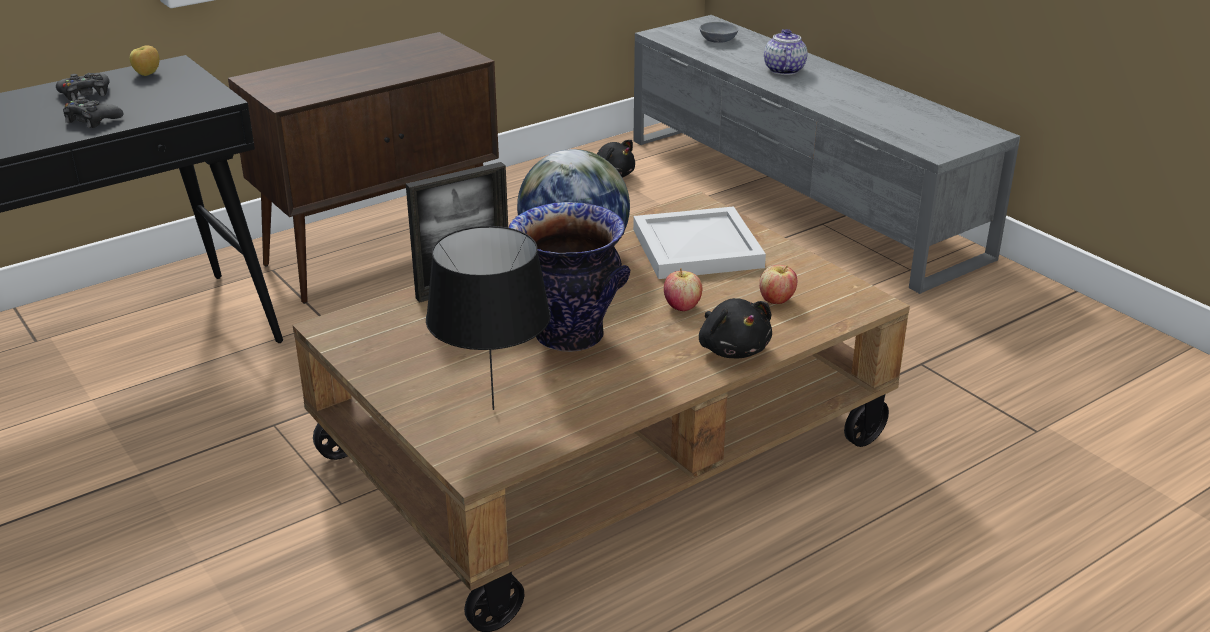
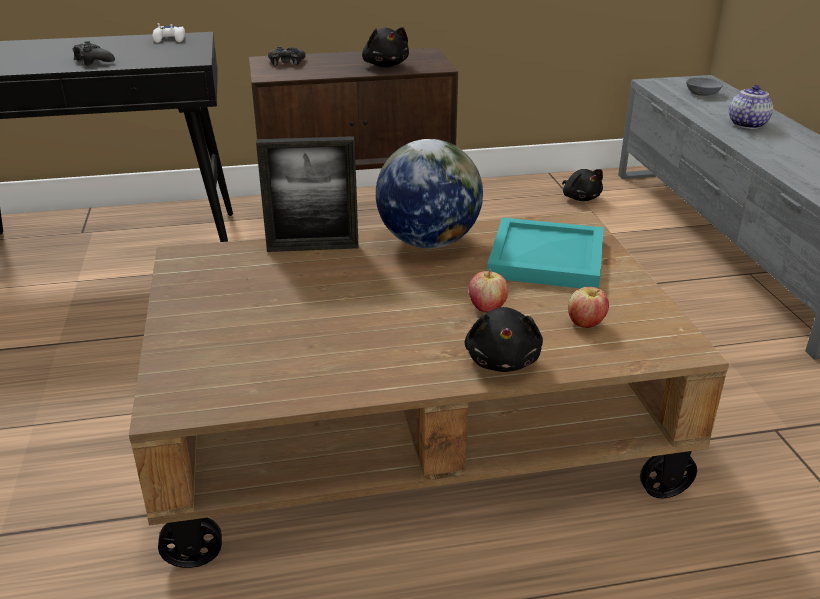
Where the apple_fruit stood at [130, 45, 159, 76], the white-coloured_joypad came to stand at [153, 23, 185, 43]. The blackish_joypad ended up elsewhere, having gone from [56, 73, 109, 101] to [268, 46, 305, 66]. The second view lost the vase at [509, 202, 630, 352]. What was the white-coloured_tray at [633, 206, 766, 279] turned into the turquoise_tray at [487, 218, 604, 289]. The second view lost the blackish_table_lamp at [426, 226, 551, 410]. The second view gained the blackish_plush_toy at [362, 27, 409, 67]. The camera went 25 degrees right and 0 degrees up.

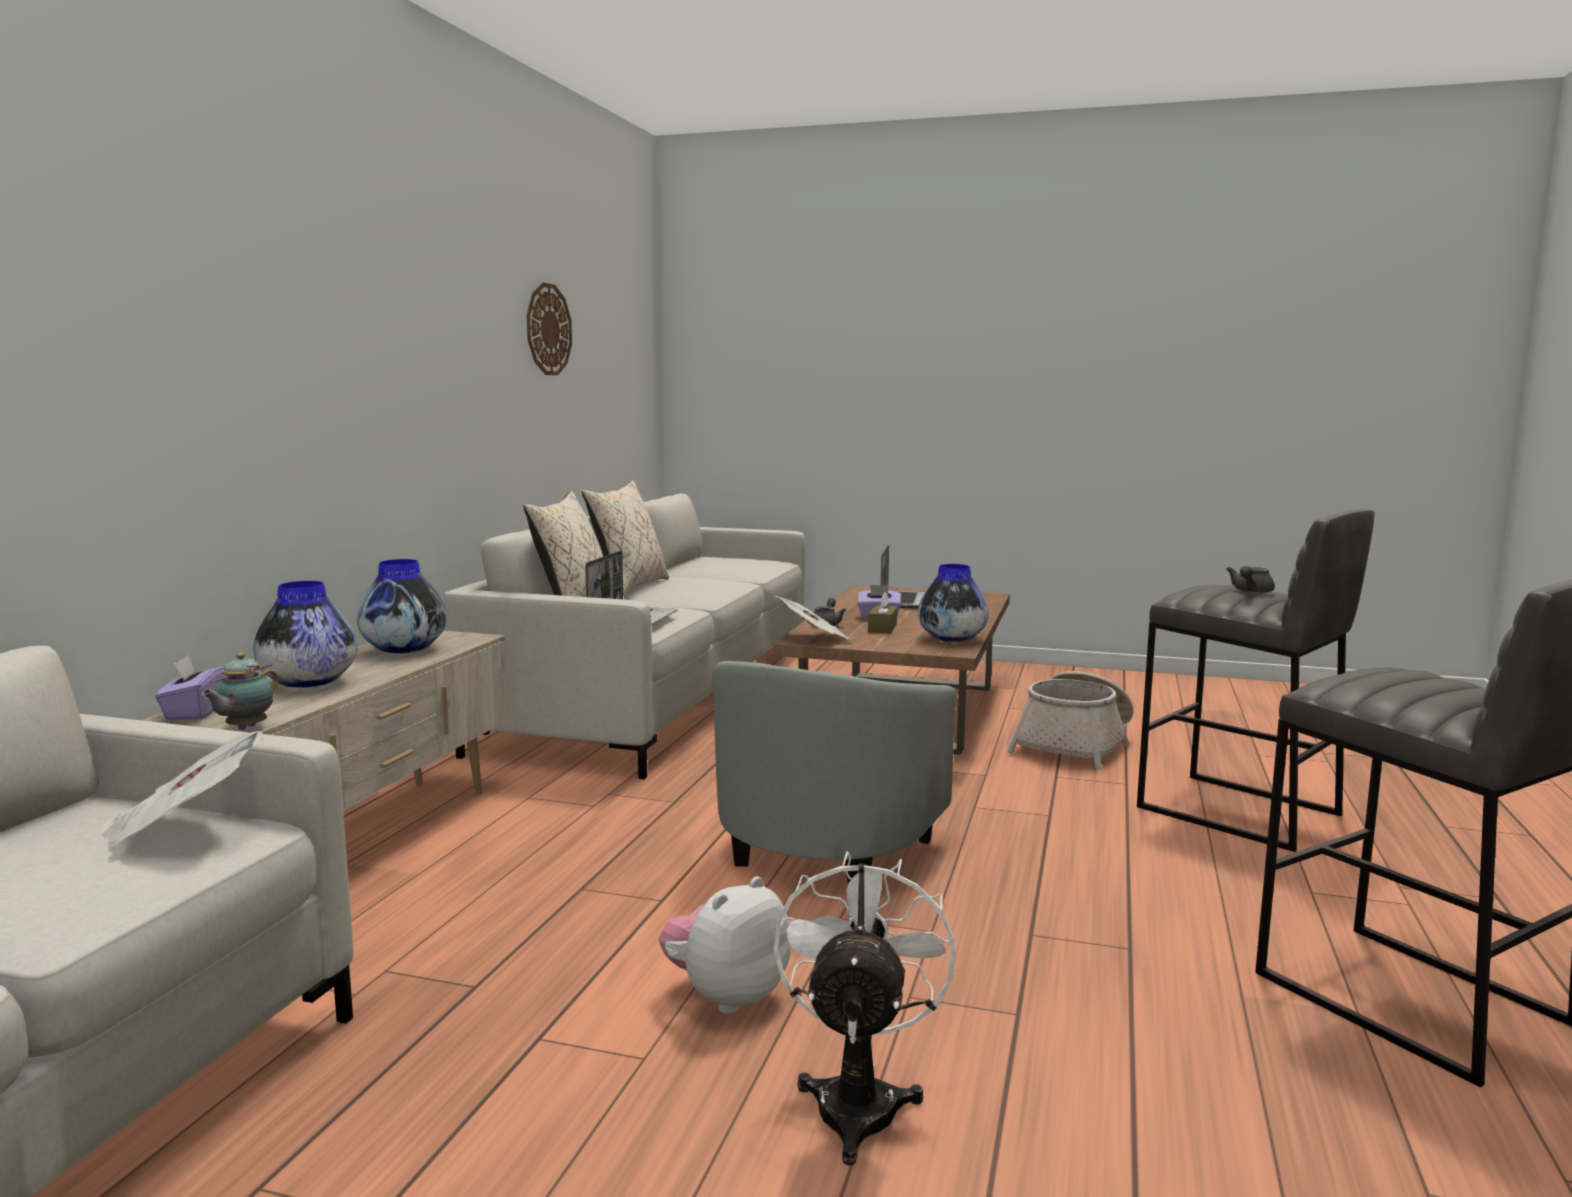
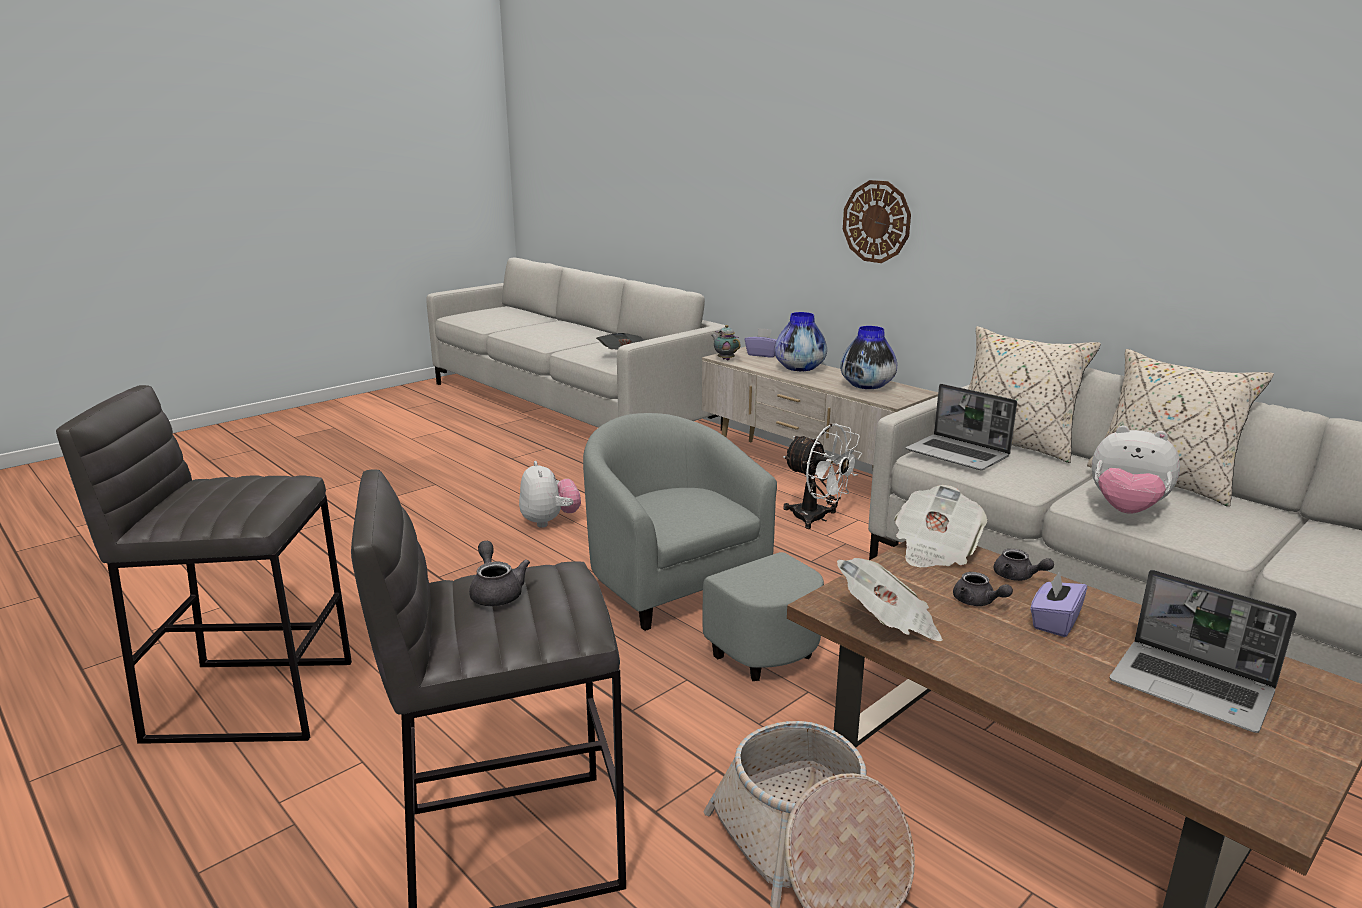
The hanging_clock ended up elsewhere, having gone from [527, 283, 572, 375] to [843, 180, 911, 263]. Where the vase stood at [918, 564, 989, 642], the newspaper came to stand at [837, 558, 943, 641]. Where the brown-coloured_tissue_holder stood at [868, 592, 897, 634], the greyish_teapot came to stand at [953, 572, 1013, 606]. The white-coloured_fan ended up elsewhere, having gone from [774, 852, 955, 1165] to [783, 424, 862, 529]. The second view gained the plush_toy at [1092, 426, 1180, 514]. The camera went 120 degrees right and 10 degrees up.

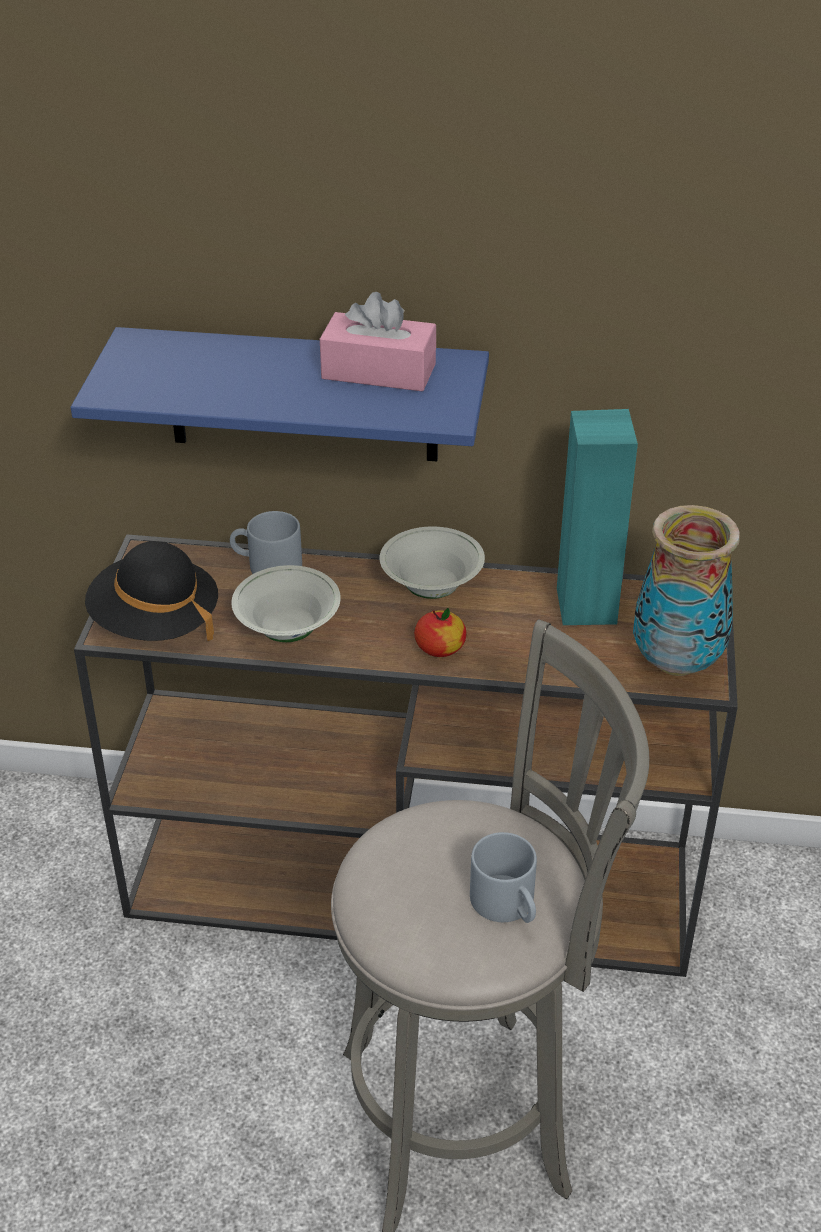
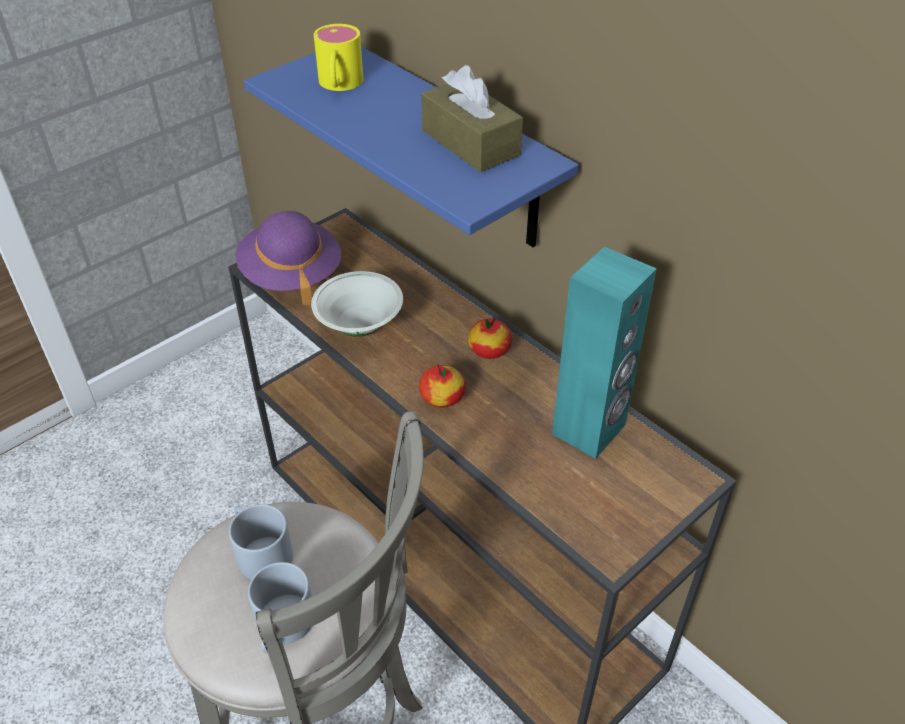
What was the pink_tissue_holder at [320, 292, 436, 392] turned into the brown-coloured_tissue_holder at [421, 65, 523, 172]. The second view lost the vase at [633, 505, 740, 676]. The greyish_tea_mug ended up elsewhere, having gone from [230, 511, 302, 574] to [229, 504, 293, 580]. Where the white-coloured_serving_bowl stood at [379, 526, 485, 599], the apple_fruit came to stand at [468, 317, 512, 359]. What was the blackish_hat at [85, 541, 218, 641] turned into the purple_hat at [236, 211, 341, 305]. The second view gained the yellow_tea_mug at [314, 24, 363, 91]. The camera went 40 degrees right and 5 degrees up.

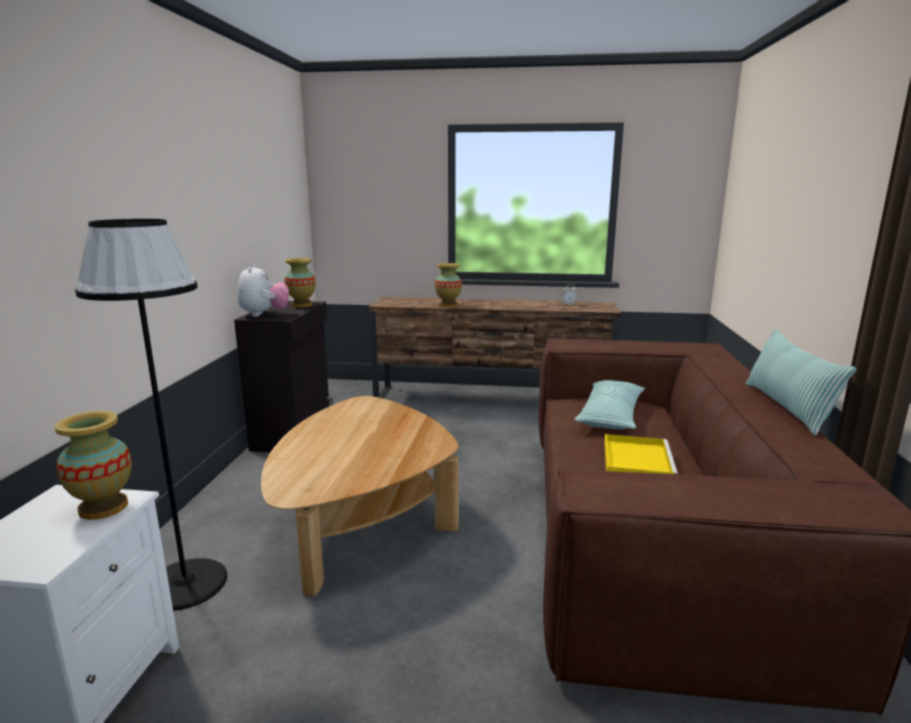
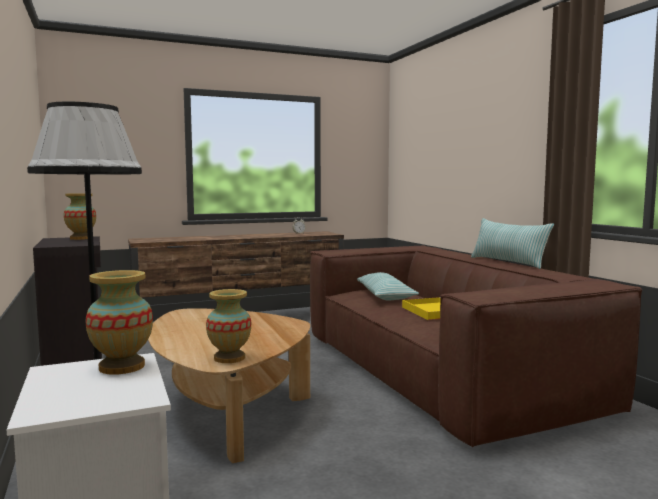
The vase ended up elsewhere, having gone from [435, 263, 462, 307] to [206, 289, 251, 363]. The second view lost the plush_toy at [238, 264, 289, 317]. The camera went 30 degrees left and 10 degrees down.

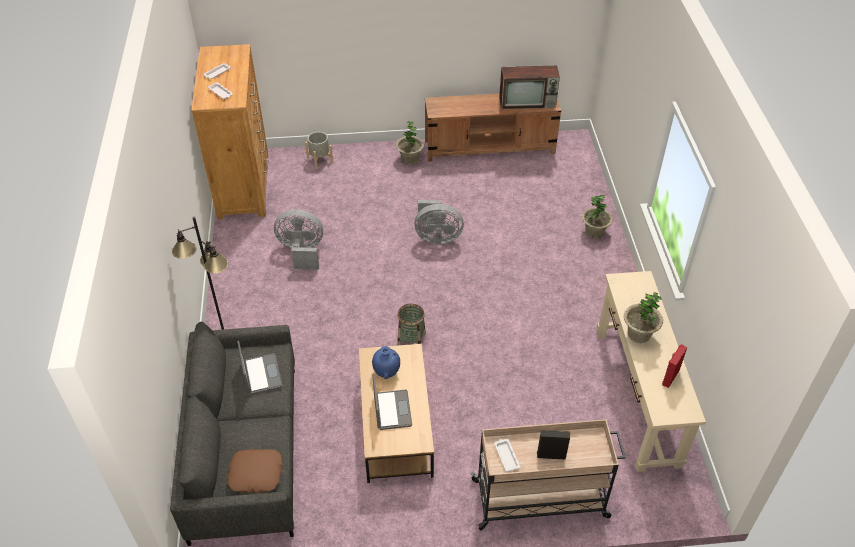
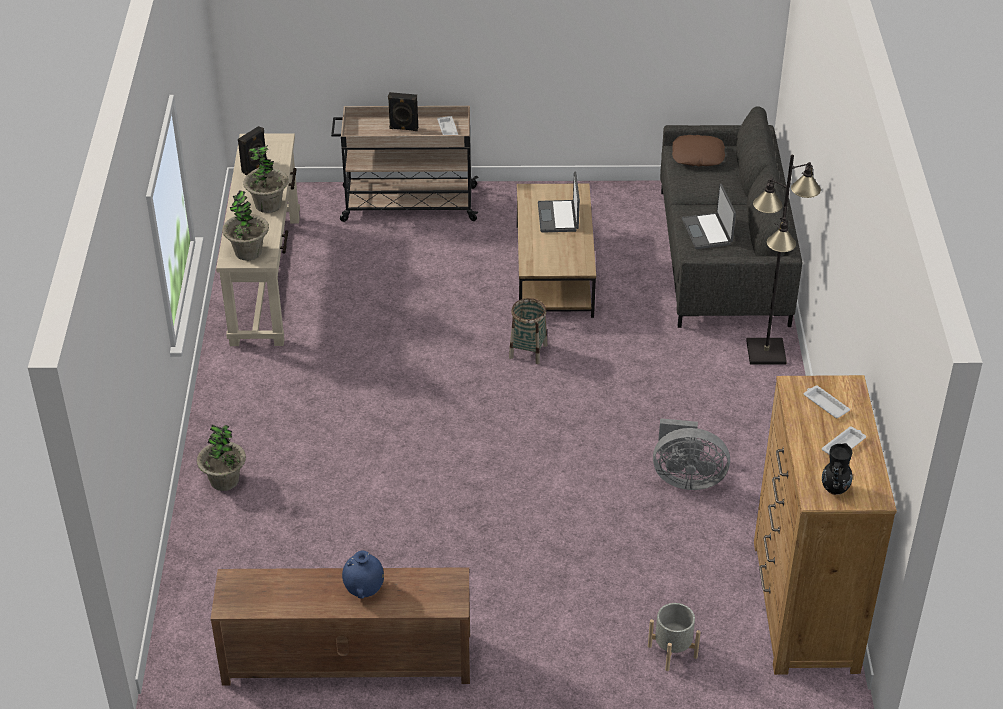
The second view lost the TV_set at [499, 66, 560, 109]. The potted_plant ended up elsewhere, having gone from [396, 121, 424, 165] to [222, 190, 269, 261]. The second view lost the greyish_fan at [414, 200, 464, 244]. What was the reddish_loudspeaker at [662, 344, 687, 388] turned into the blackish_loudspeaker at [238, 126, 266, 175]. The bluish_vase ended up elsewhere, having gone from [372, 346, 400, 379] to [342, 550, 384, 598]. The second view gained the blackish_vase at [822, 443, 853, 495]. The camera went 175 degrees left and 5 degrees down.

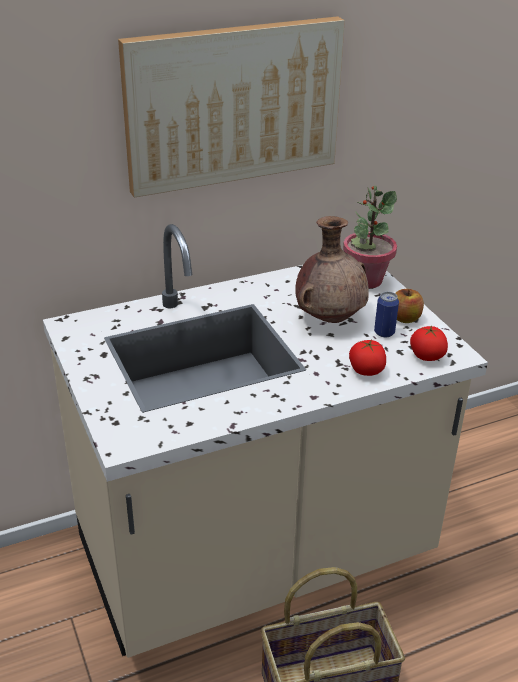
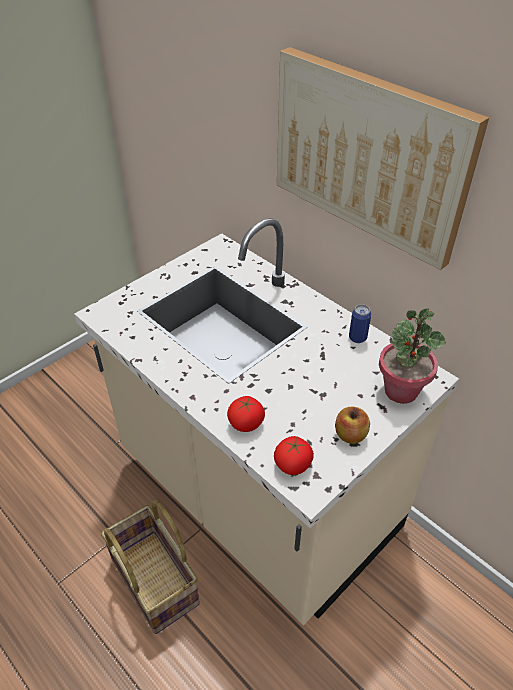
The second view lost the brown-coloured_vase at [295, 216, 369, 323]. The can ended up elsewhere, having gone from [374, 292, 399, 337] to [349, 304, 371, 343]. The camera went 70 degrees right and 10 degrees up.

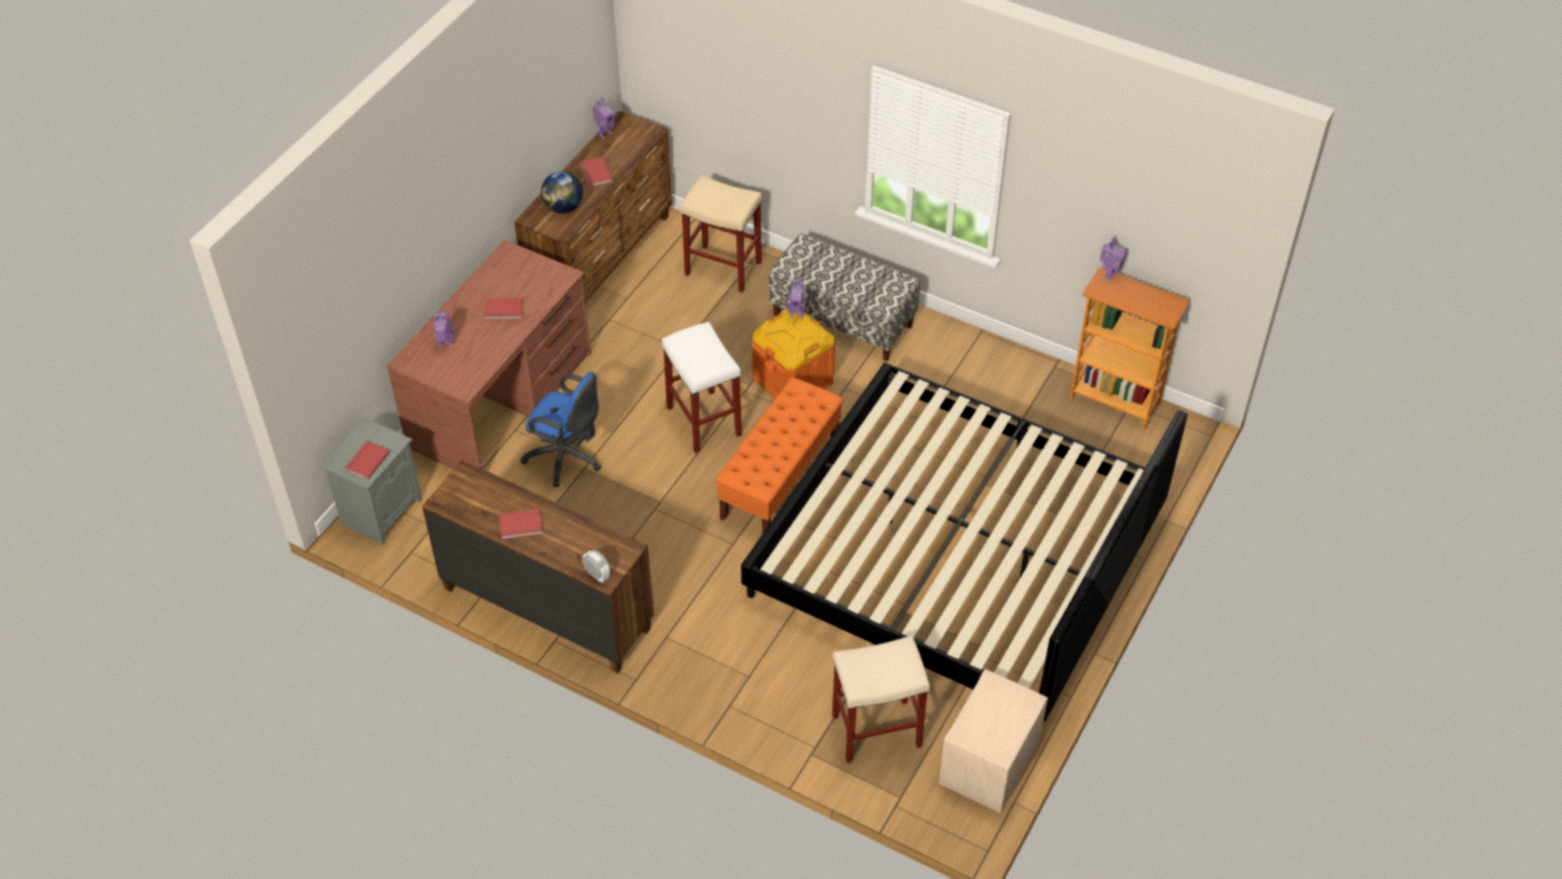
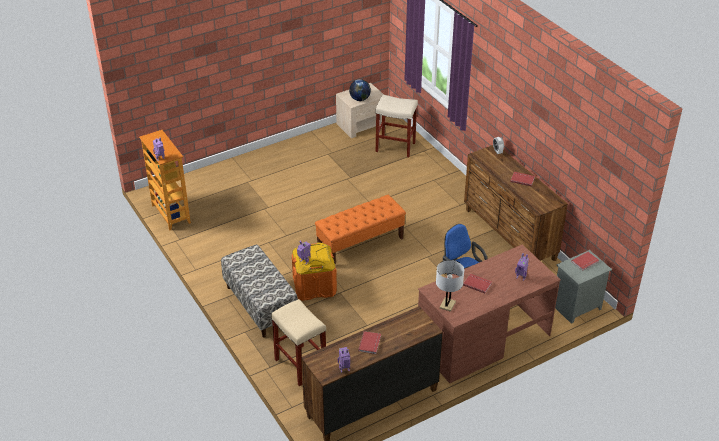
The globe ended up elsewhere, having gone from [541, 171, 583, 214] to [349, 79, 371, 101]. The second view lost the white-coloured_stool_seat at [662, 322, 742, 453]. The second view lost the sleeping_bed at [741, 363, 1187, 723]. The second view gained the white-coloured_table_lamp at [436, 260, 464, 312]. The camera went 150 degrees left and 10 degrees down.

